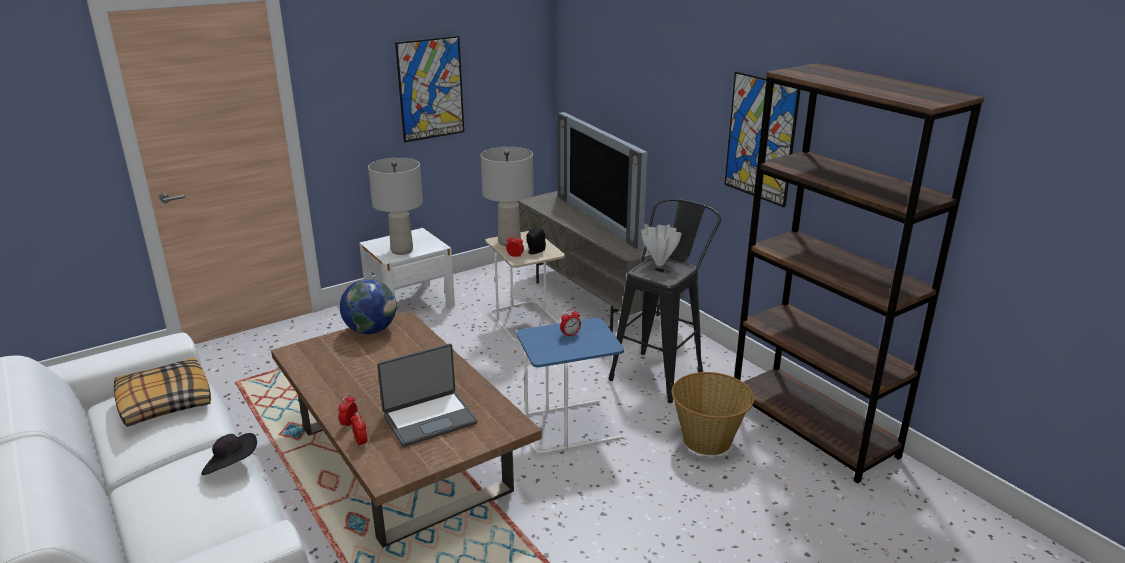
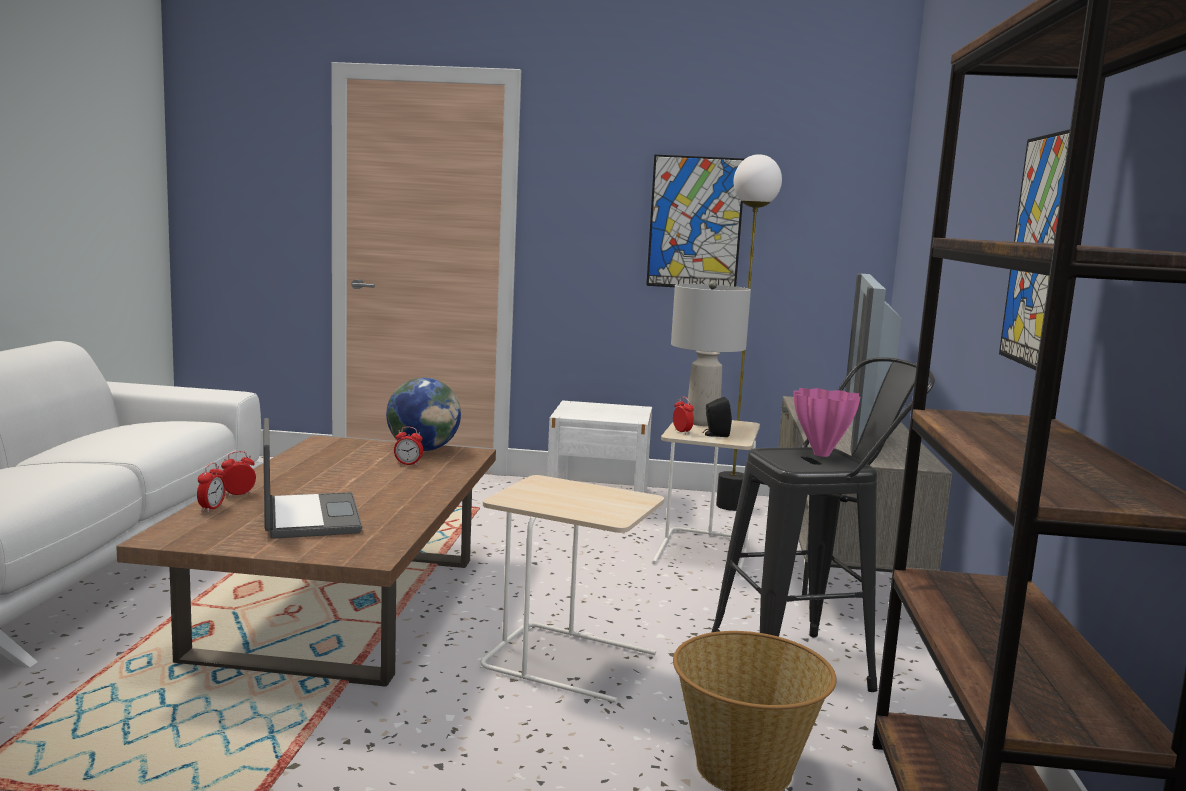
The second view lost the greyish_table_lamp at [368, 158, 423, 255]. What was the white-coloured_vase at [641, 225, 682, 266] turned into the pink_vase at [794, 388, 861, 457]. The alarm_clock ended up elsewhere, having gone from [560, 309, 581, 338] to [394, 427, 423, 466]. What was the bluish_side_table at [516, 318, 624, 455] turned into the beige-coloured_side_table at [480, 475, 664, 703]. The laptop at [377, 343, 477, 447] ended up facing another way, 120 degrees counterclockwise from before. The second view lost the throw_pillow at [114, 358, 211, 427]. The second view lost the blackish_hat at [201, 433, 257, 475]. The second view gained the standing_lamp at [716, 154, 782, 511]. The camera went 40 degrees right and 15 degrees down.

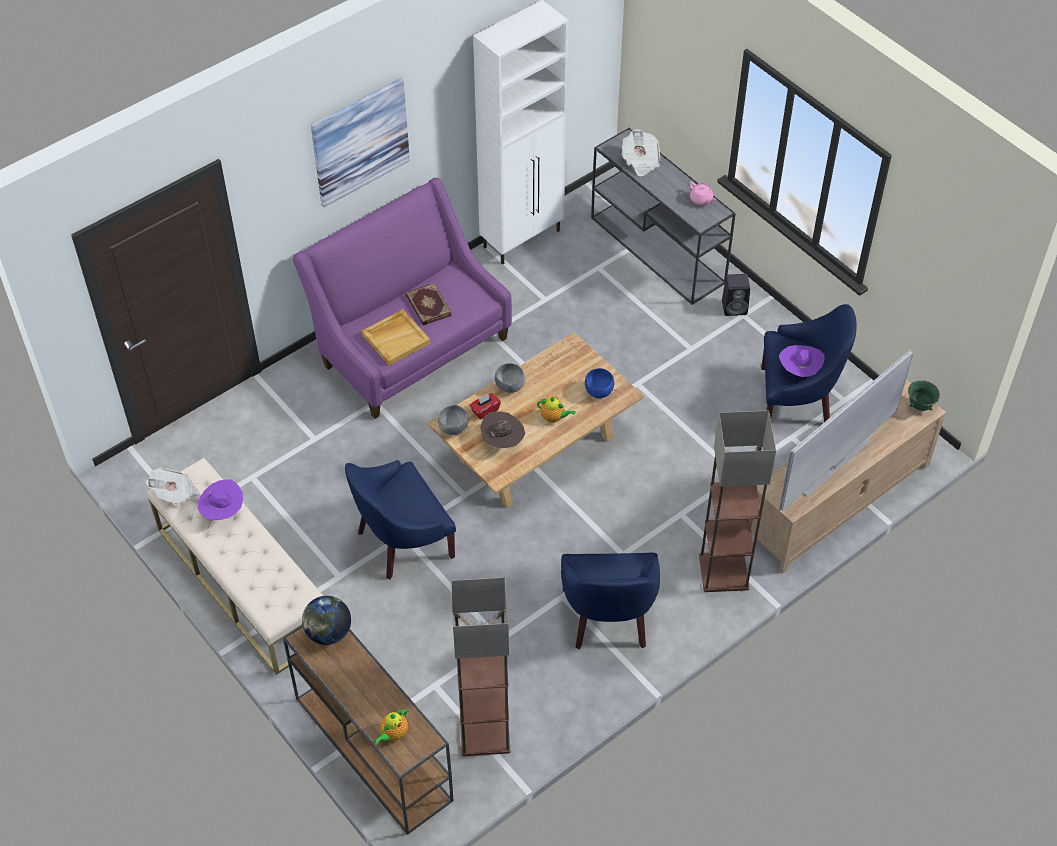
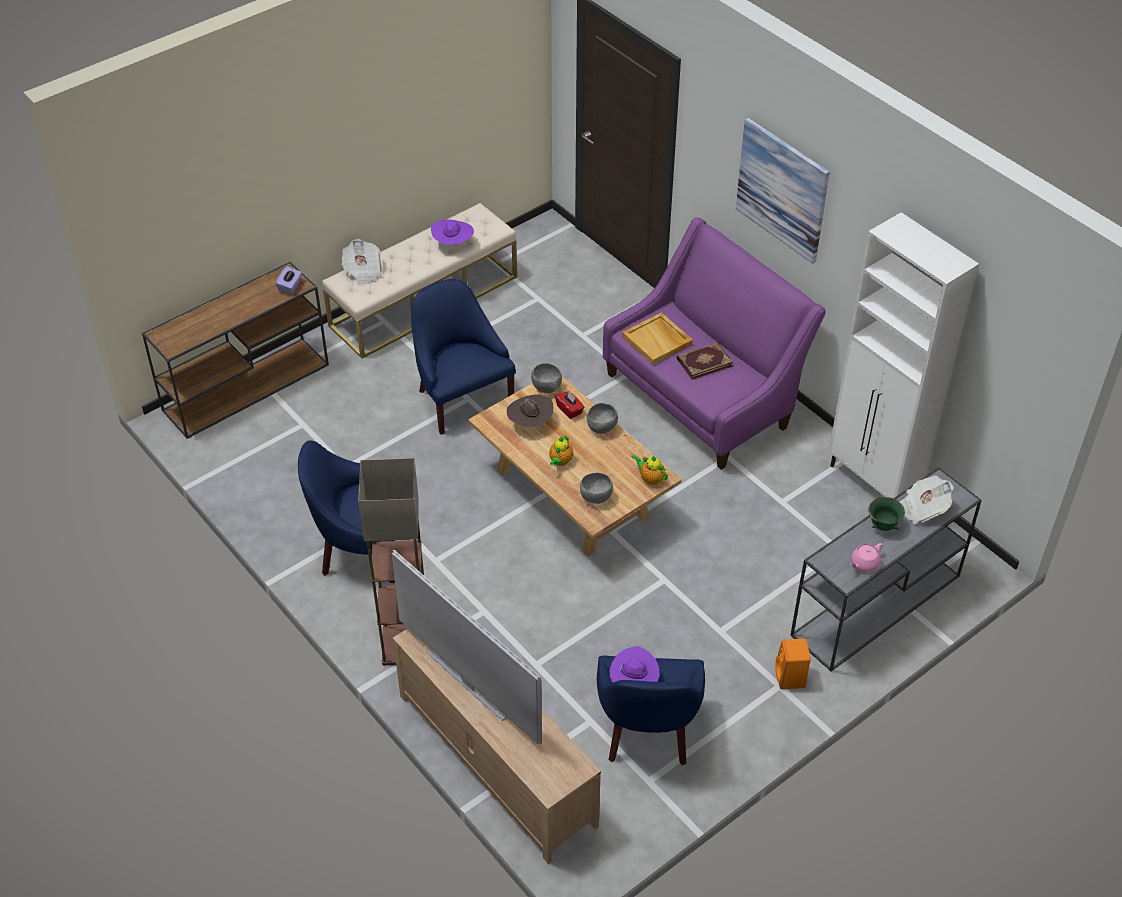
What was the blackish_loudspeaker at [722, 274, 750, 316] turned into the orangey_loudspeaker at [776, 639, 811, 689]. What was the bluish_serving_bowl at [585, 368, 614, 399] turned into the greyish_serving_bowl at [580, 473, 613, 504]. The greenish_serving_bowl ended up elsewhere, having gone from [908, 380, 940, 411] to [868, 497, 905, 531]. The newspaper ended up elsewhere, having gone from [146, 467, 200, 504] to [342, 239, 382, 286]. The second view lost the standing_lamp at [451, 577, 510, 756]. Where the globe stood at [302, 596, 351, 645], the purple_tissue_holder came to stand at [276, 266, 302, 294]. The teapot ended up elsewhere, having gone from [374, 709, 408, 744] to [631, 454, 668, 485]. The camera went 90 degrees right and 5 degrees down.

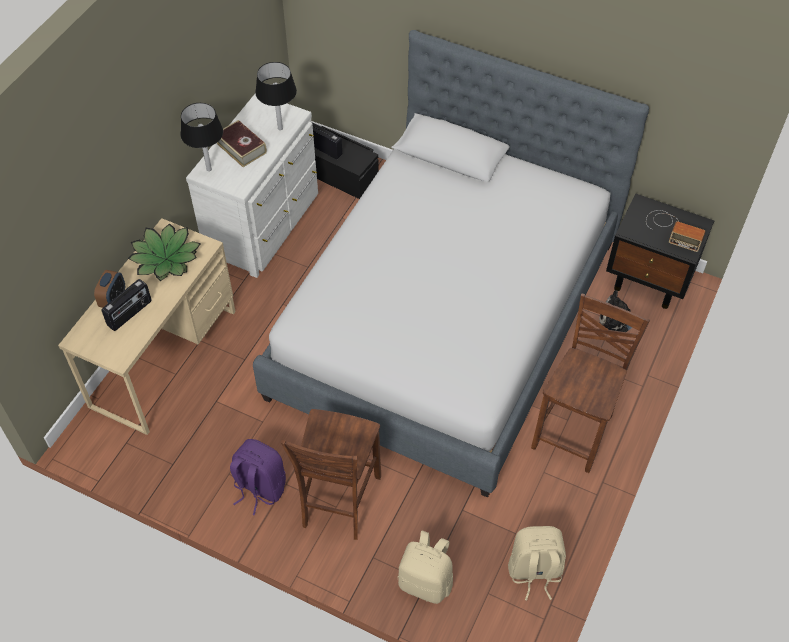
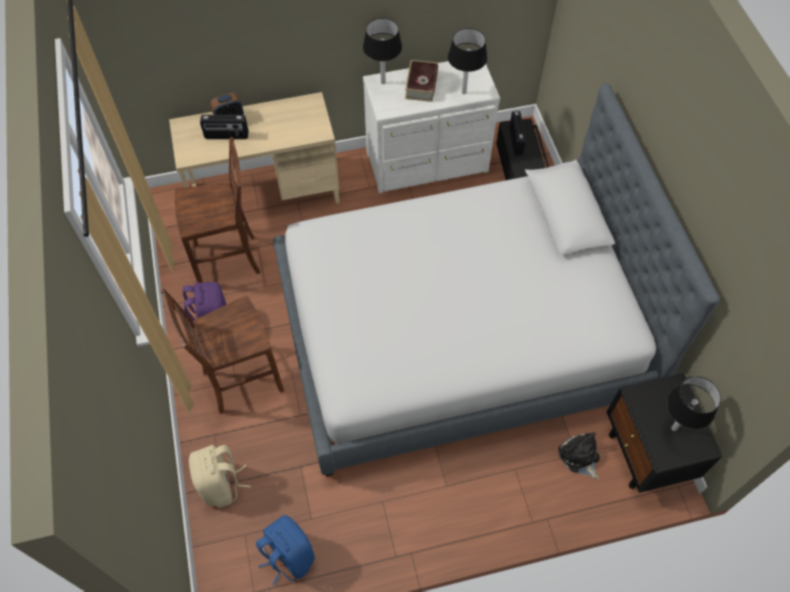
Where the radio_receiver stood at [646, 210, 705, 252], the blackish_table_lamp came to stand at [667, 376, 721, 431]. The second view lost the potted_plant at [128, 223, 201, 281]. The brown-coloured_upright_chair ended up elsewhere, having gone from [531, 293, 650, 473] to [175, 137, 260, 283]. What was the beige-coloured_knapsack at [508, 526, 566, 600] turned into the bluish_knapsack at [256, 515, 315, 586]. The camera went 50 degrees right and 5 degrees up.

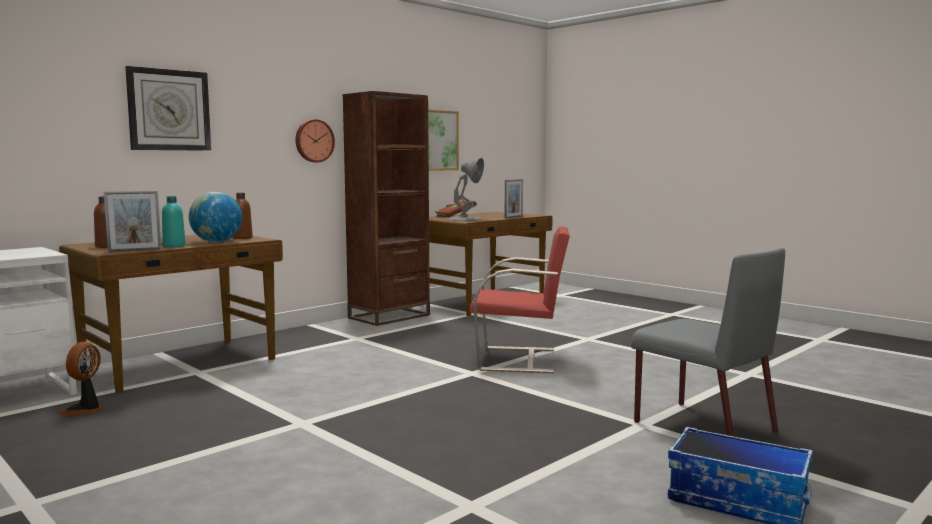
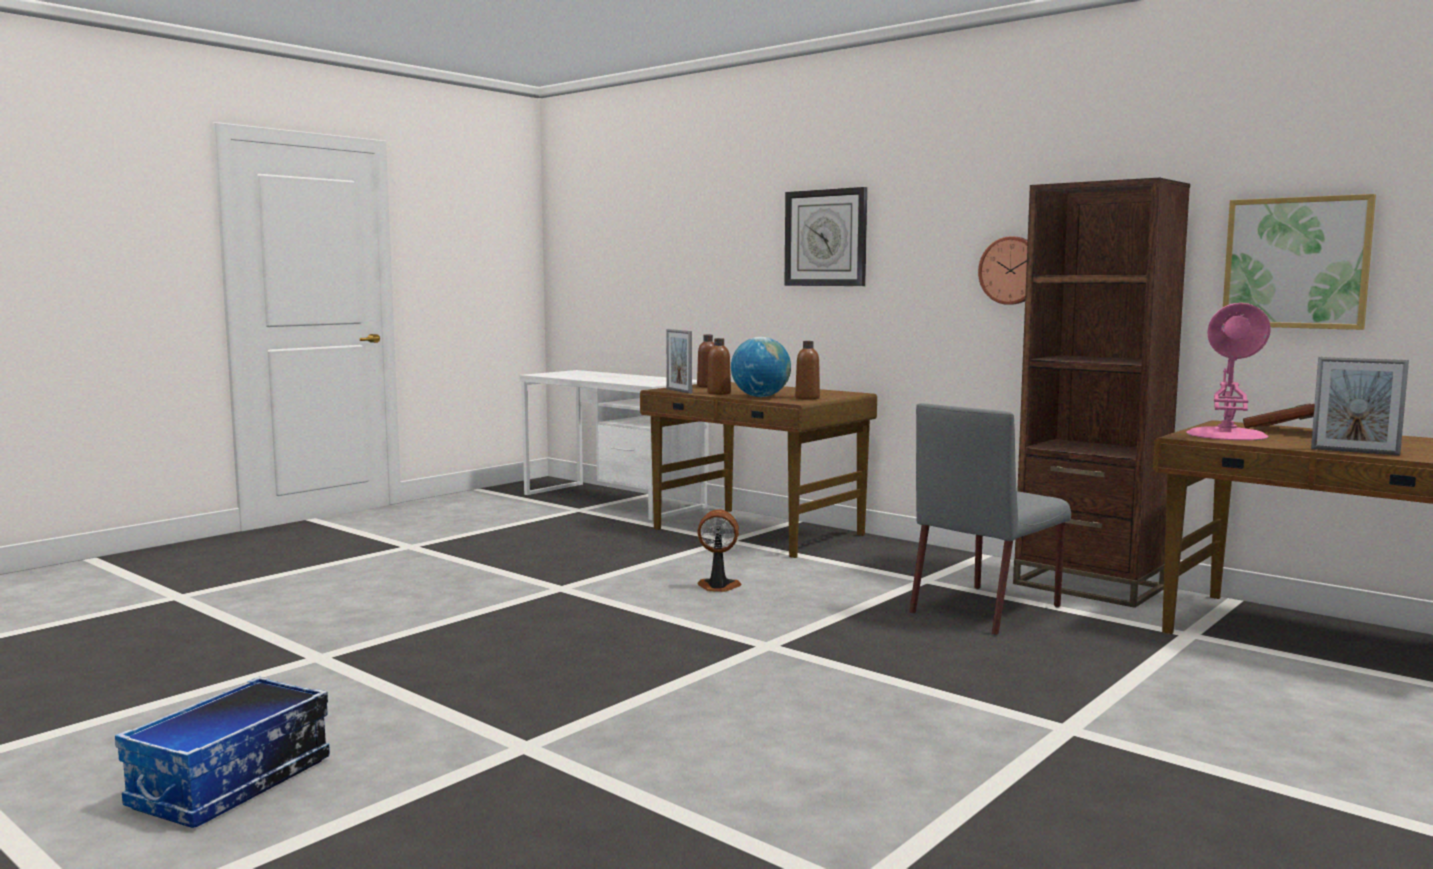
What was the greyish_table_lamp at [446, 158, 484, 221] turned into the pink_table_lamp at [1187, 303, 1270, 441]. What was the turquoise_bottle at [162, 196, 186, 247] turned into the brown-coloured_bottle at [707, 338, 731, 395]. The second view lost the reddish_upright_chair at [470, 226, 570, 373]. The greyish_upright_chair ended up elsewhere, having gone from [631, 248, 785, 436] to [909, 403, 1071, 636]. The fan ended up elsewhere, having gone from [59, 342, 105, 416] to [697, 509, 742, 592]. The camera went 85 degrees right and 0 degrees up.

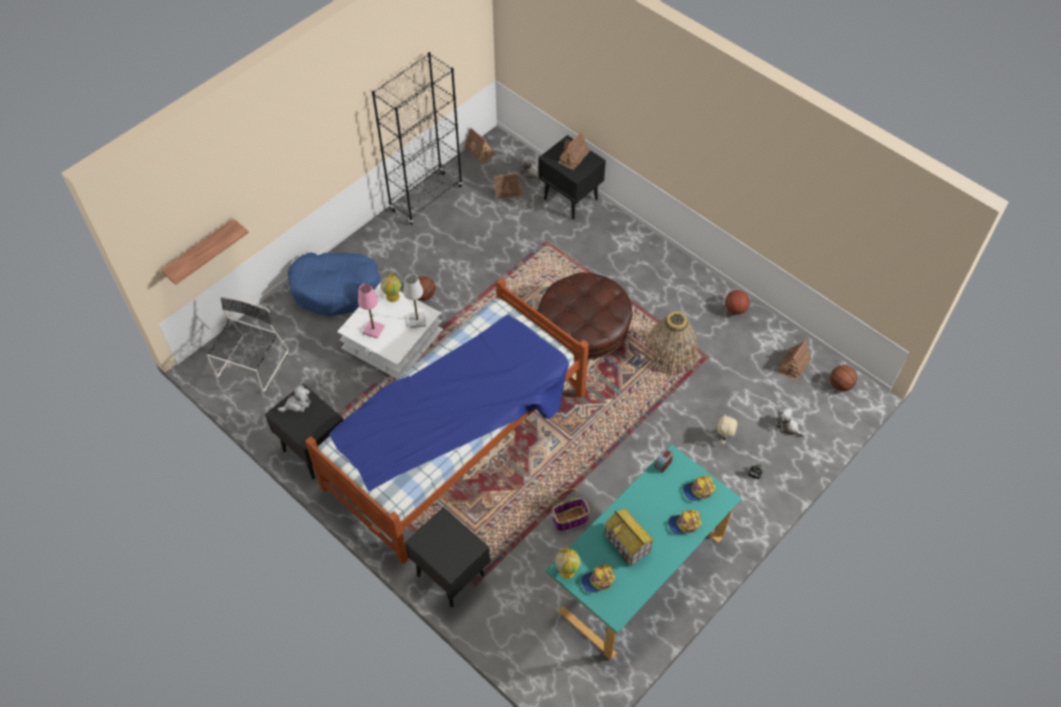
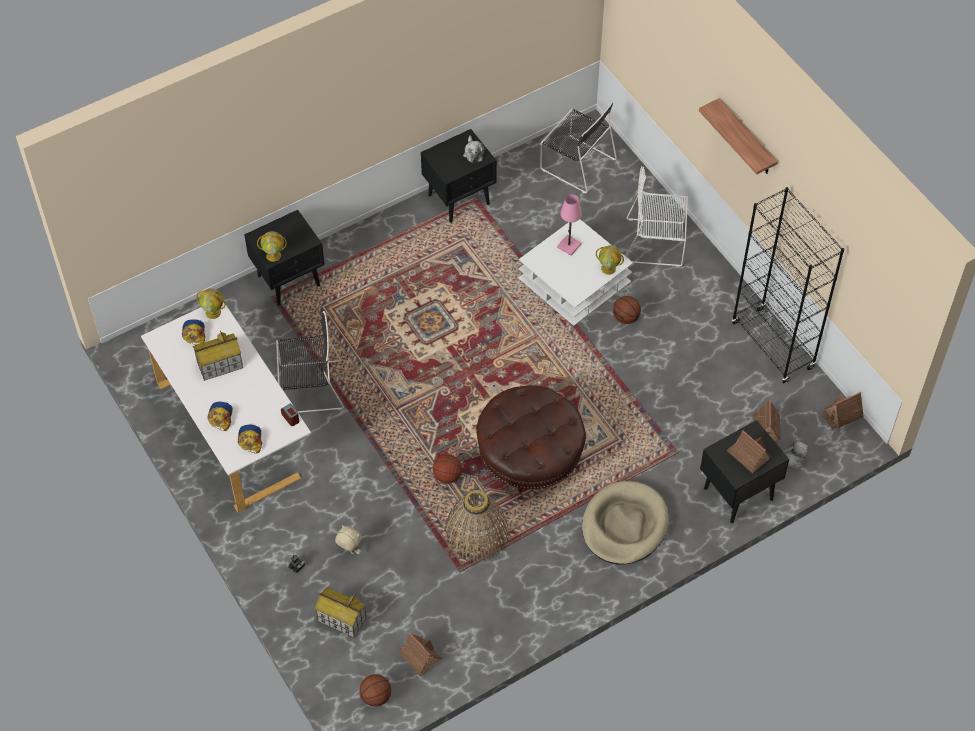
The wall_shelf ended up elsewhere, having gone from [161, 219, 249, 285] to [699, 98, 778, 175]. Where the bluish_dog_cushion stood at [288, 252, 380, 316], the white-coloured_upright_chair came to stand at [626, 166, 688, 267]. The second view lost the white-coloured_table_lamp at [403, 274, 426, 328]. The second view lost the sleeping_bed at [305, 278, 589, 564]. The basketball_ball ended up elsewhere, having gone from [725, 290, 750, 315] to [433, 454, 462, 484]. Where the plush_toy stood at [775, 408, 805, 437], the toy_house came to stand at [314, 587, 366, 638]. What was the turquoise_desk at [546, 445, 742, 660] turned into the white-coloured_desk at [141, 302, 311, 513]. Where the basket stood at [552, 488, 590, 531], the blackish_upright_chair came to stand at [276, 311, 344, 413]. The second view gained the globe at [257, 231, 287, 262]. The second view gained the beige-coloured_dog_cushion at [582, 481, 669, 565]. The camera went 105 degrees right and 0 degrees up.

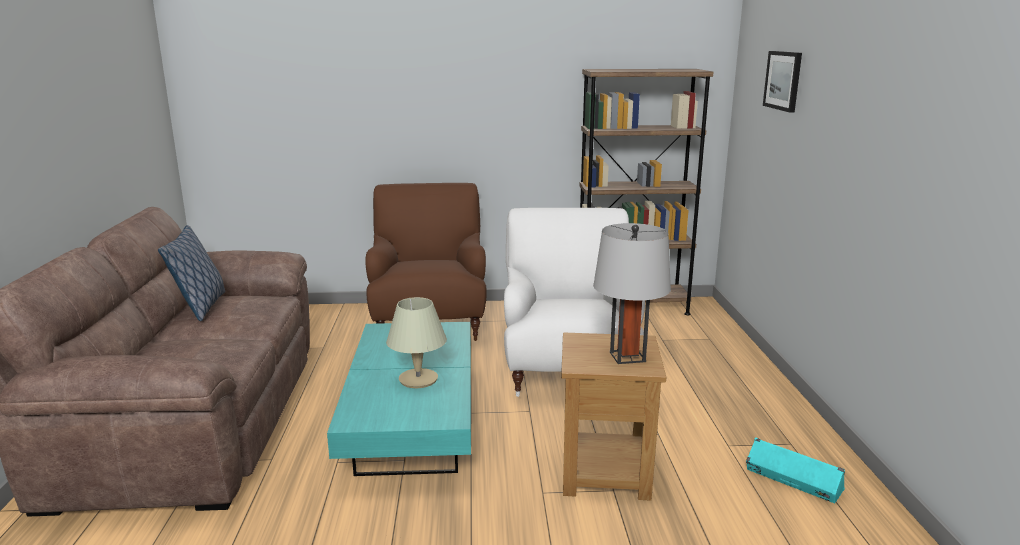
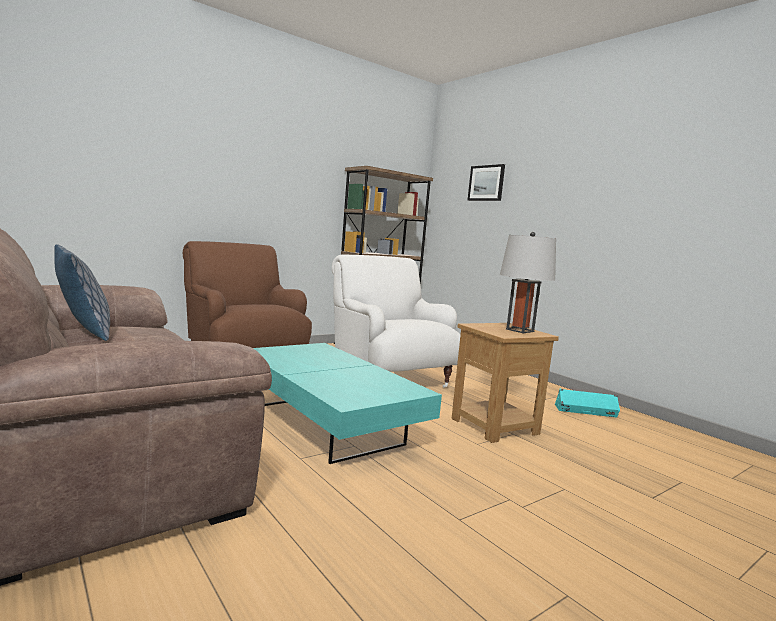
The second view lost the beige-coloured_table_lamp at [386, 297, 447, 388]. The camera went 35 degrees left and 10 degrees down.

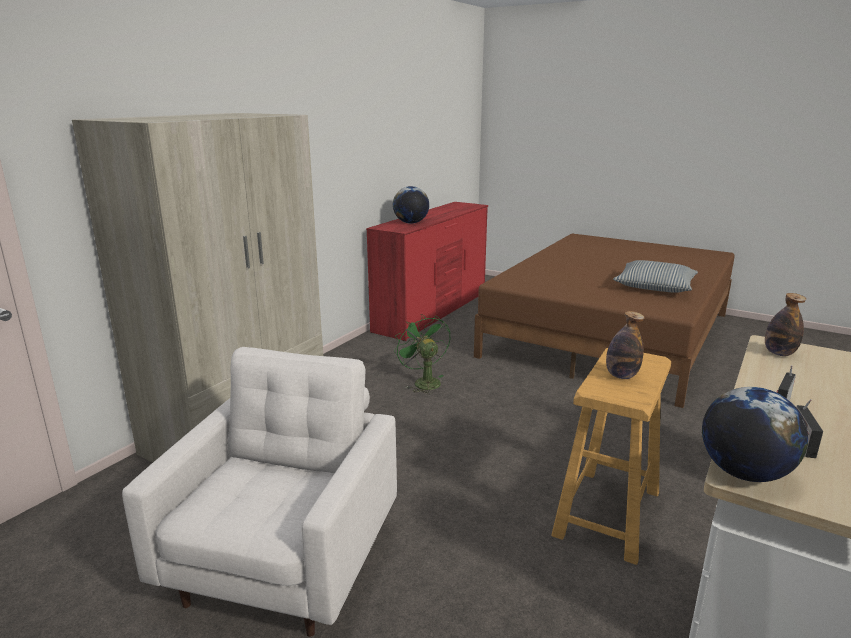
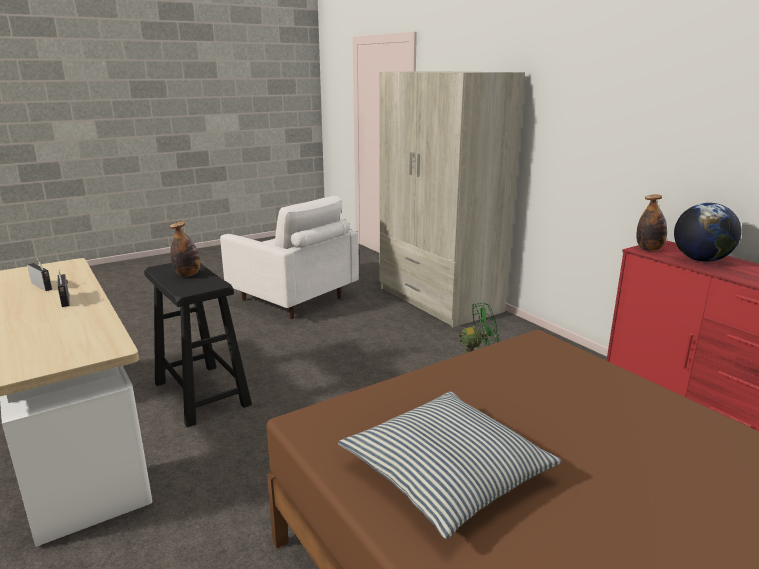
The bottle ended up elsewhere, having gone from [765, 293, 806, 356] to [636, 194, 667, 251]. What was the beige-coloured_stool_seat at [551, 348, 671, 565] turned into the blackish_stool_seat at [144, 263, 252, 428]. The second view lost the globe at [702, 387, 808, 482]. The camera went 115 degrees right and 0 degrees up.

